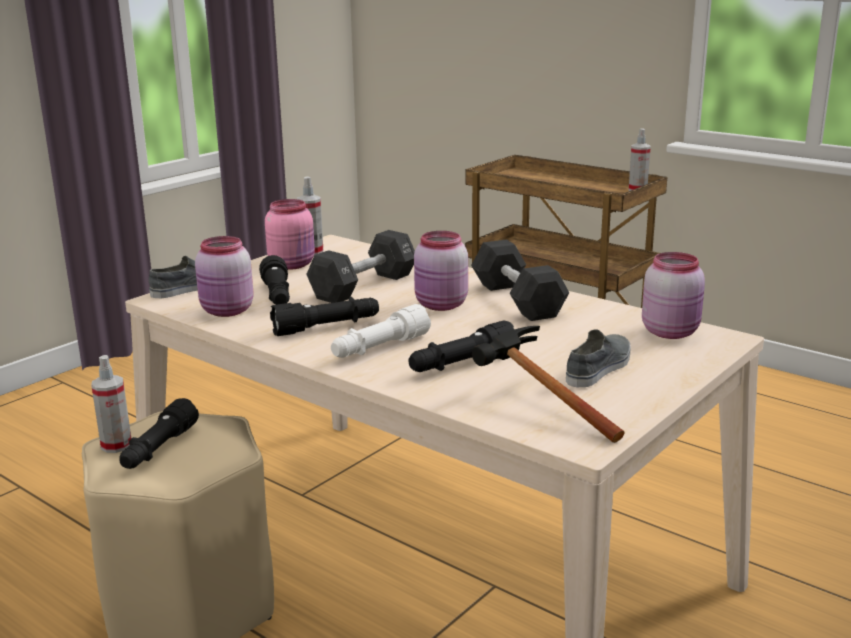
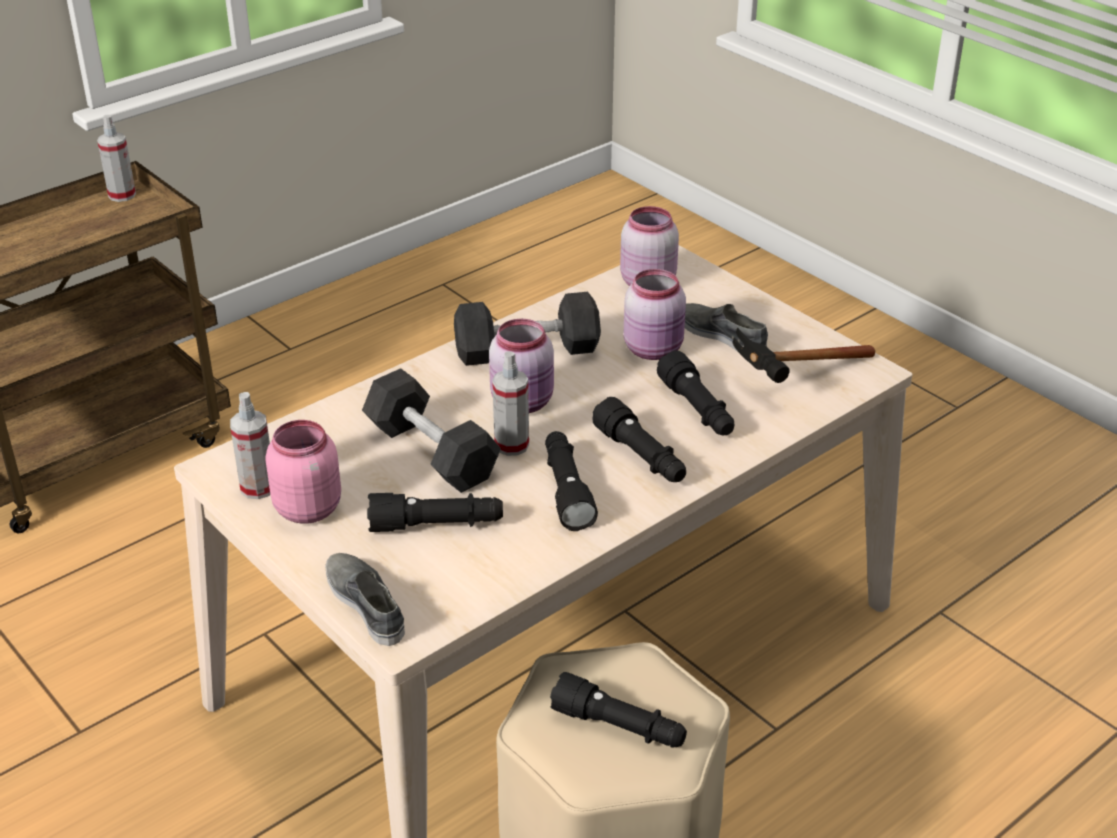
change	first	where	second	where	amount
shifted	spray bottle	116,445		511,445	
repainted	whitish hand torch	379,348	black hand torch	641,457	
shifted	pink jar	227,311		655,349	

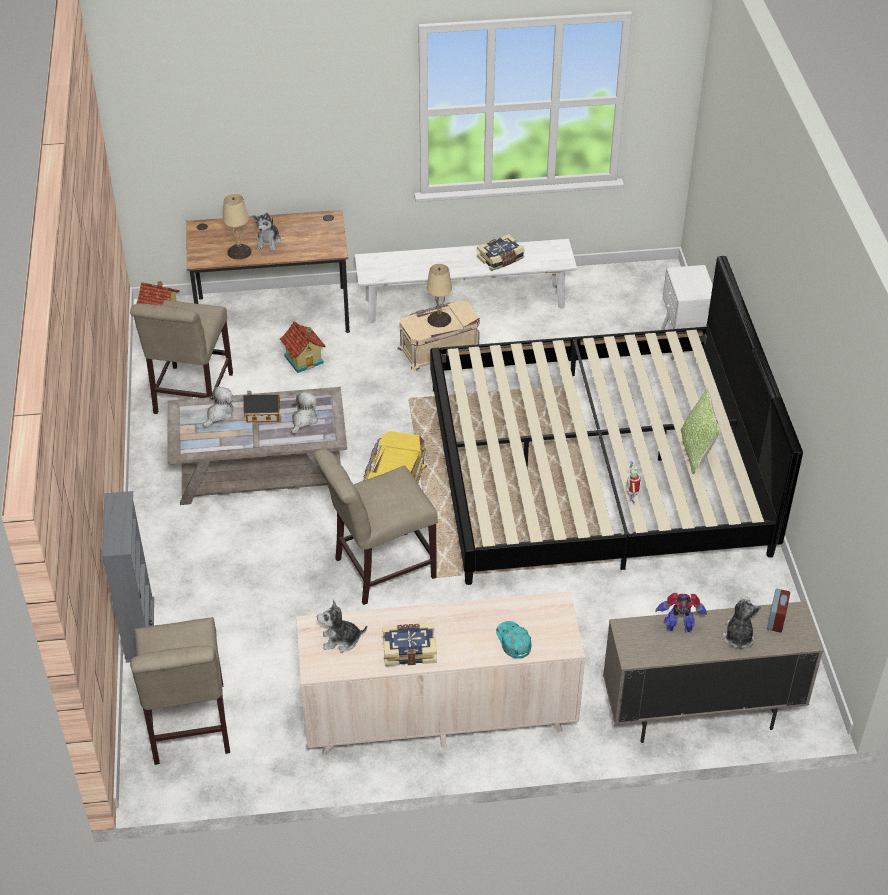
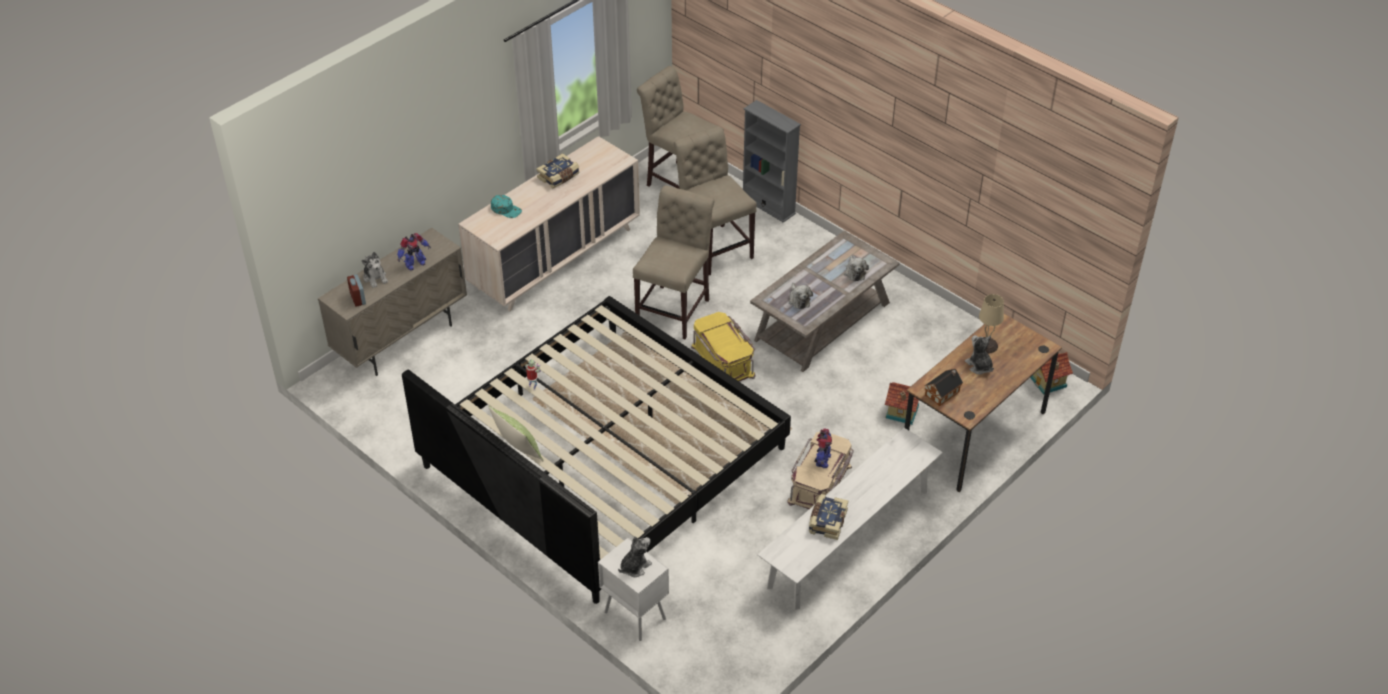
change	first	where	second	where	amount
shifted	plush toy	341,640		634,566	
shifted	beige chair	191,397		714,246	
swapped	beige lamp for a table	439,320	toy robot	822,460	
shifted	toy house	261,414		943,393	

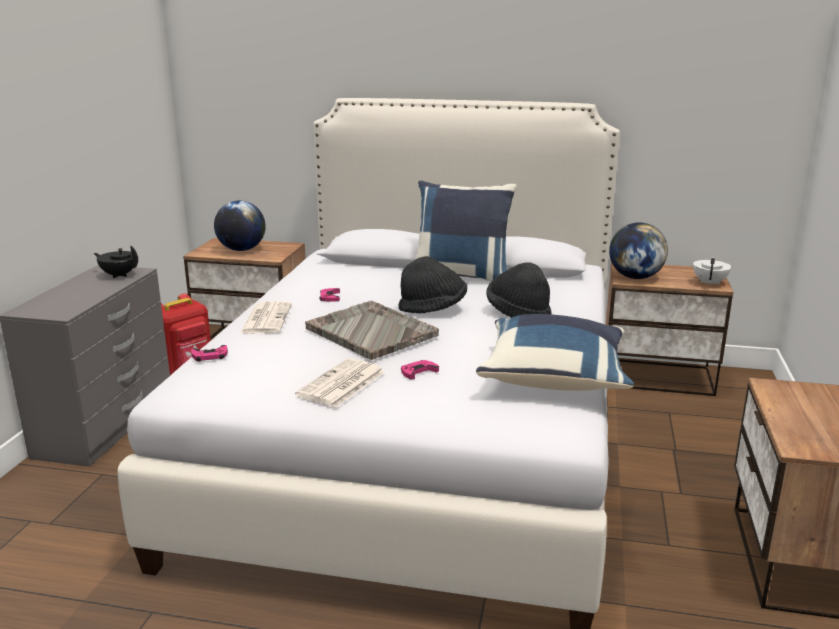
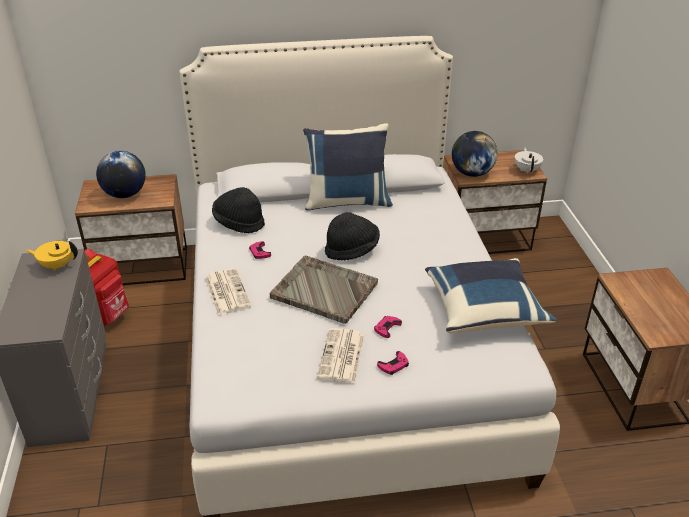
change	first	where	second	where	amount
repainted	black pot for tea	119,275	yellow pot for tea	56,265	
shifted	black hat	518,313		239,223	
shifted	pink game controller	210,356		393,365	

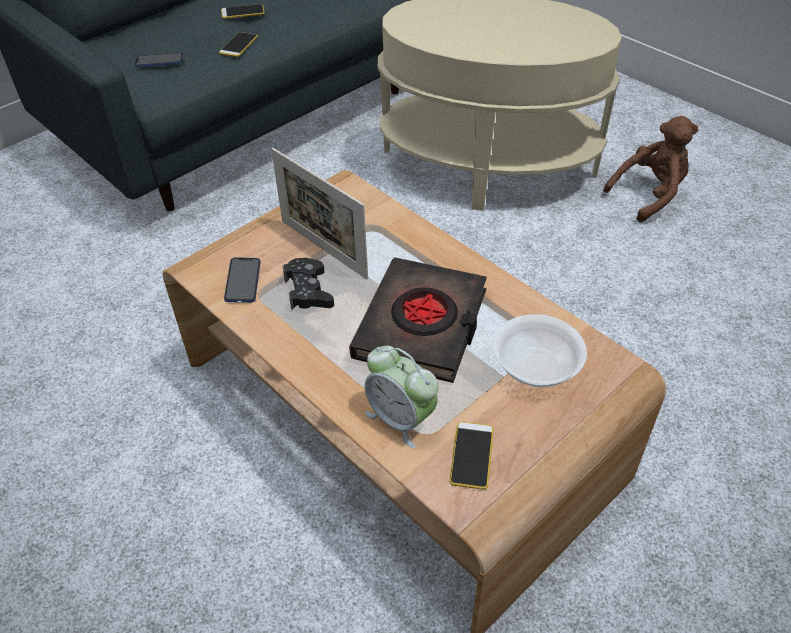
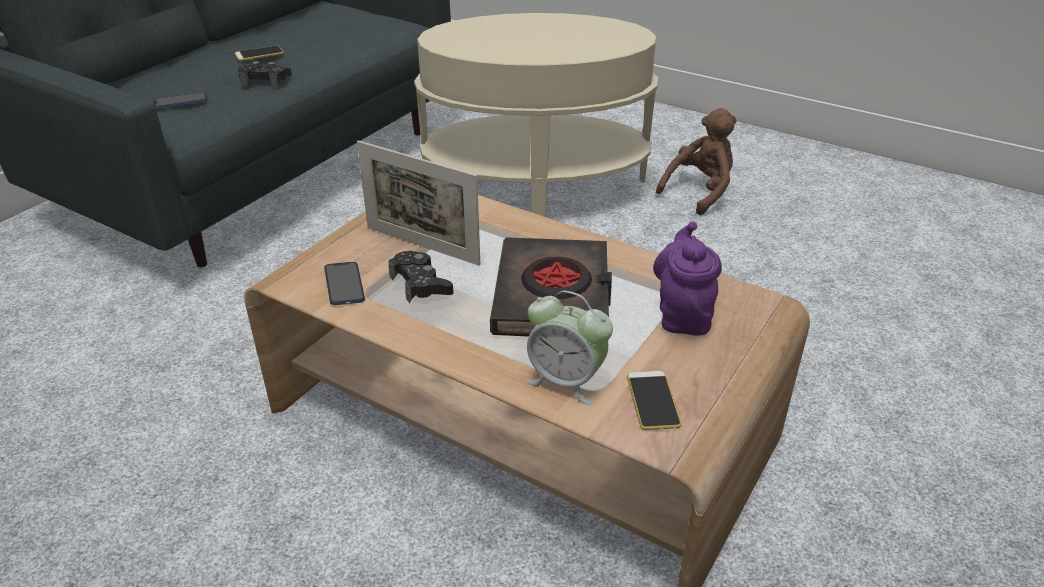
change	first	where	second	where	amount
swapped	handset	238,45	black game controller	265,81	
swapped	bowl	536,366	purplish pot for tea	683,314	

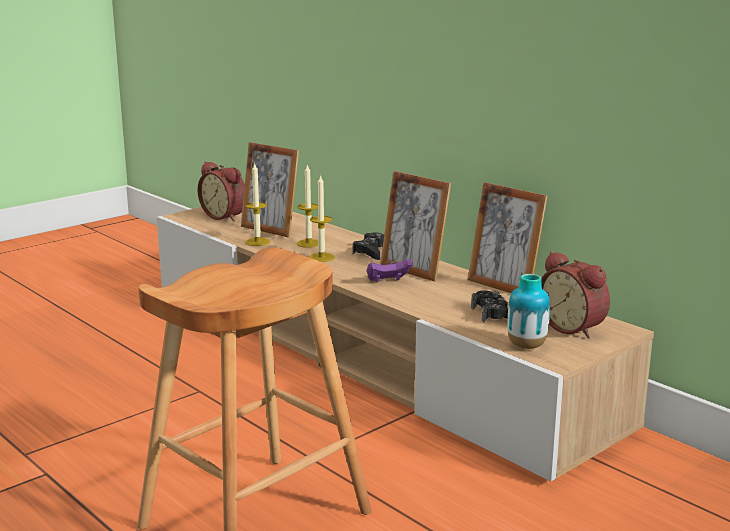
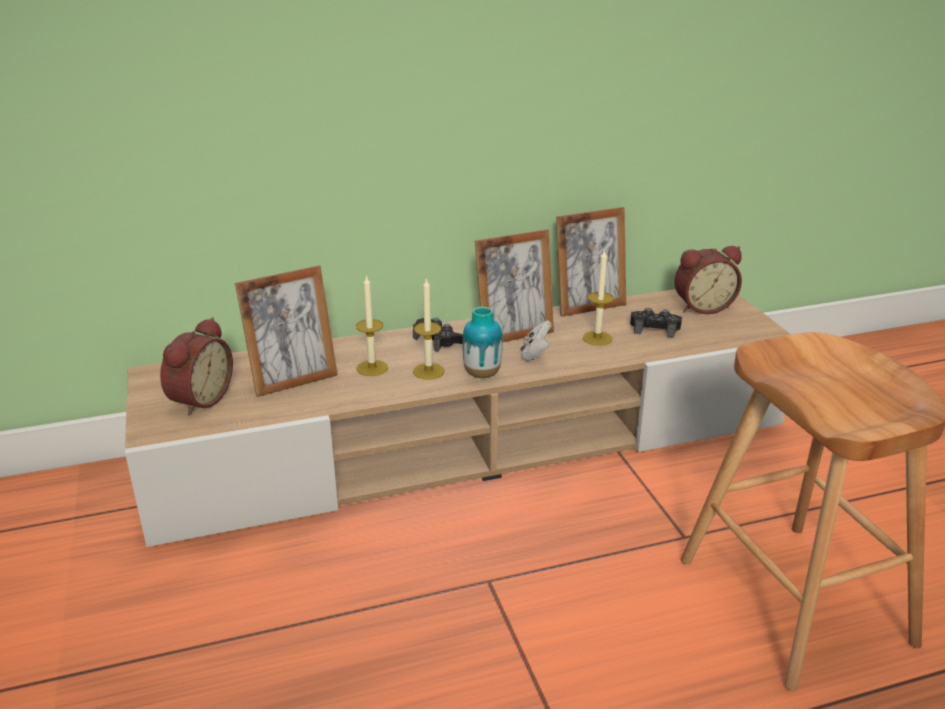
change	first	where	second	where	amount
rotated	alarm clock	225,216		198,399	45 degrees counterclockwise
shifted	vase	526,346		482,374	
repainted	purplish game controller	387,281	whitish game controller	535,354	
shifted	wax light	257,242		597,338	

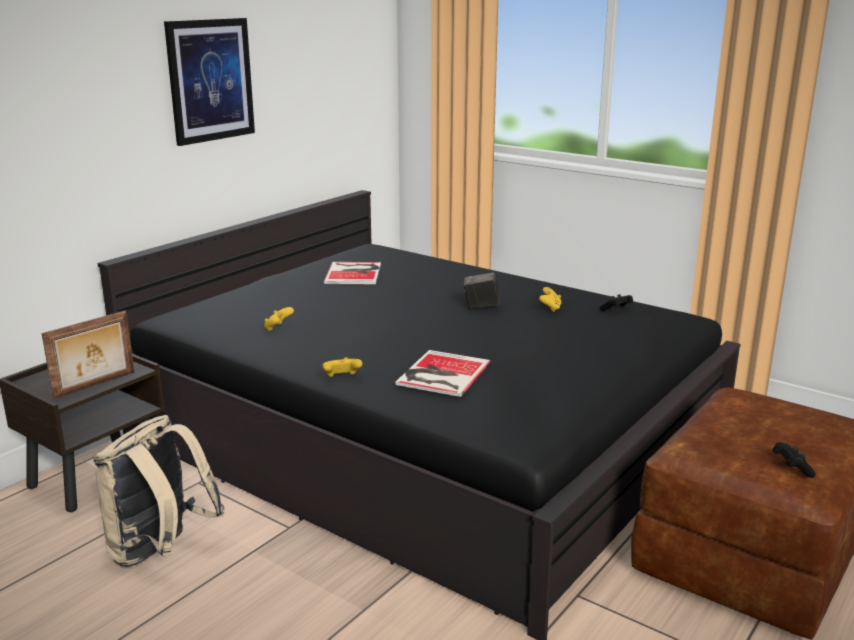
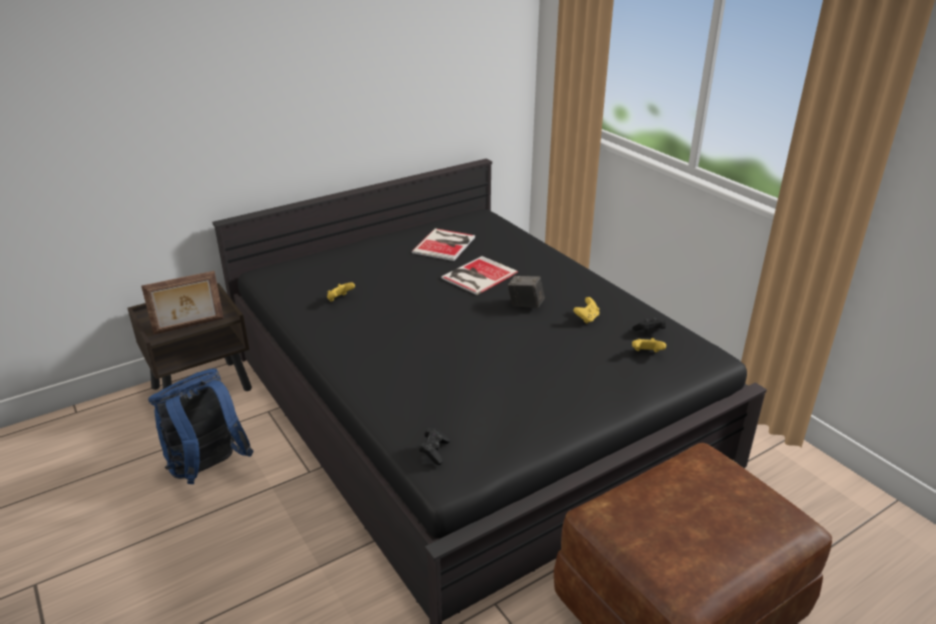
change	first	where	second	where	amount
repainted	beige knapsack	160,552	blue knapsack	208,470	
shifted	black game controller	791,467		434,451	
shifted	bound book	441,374		477,276	
shifted	yellow game controller	342,378		646,354	
gone	picture	210,80			

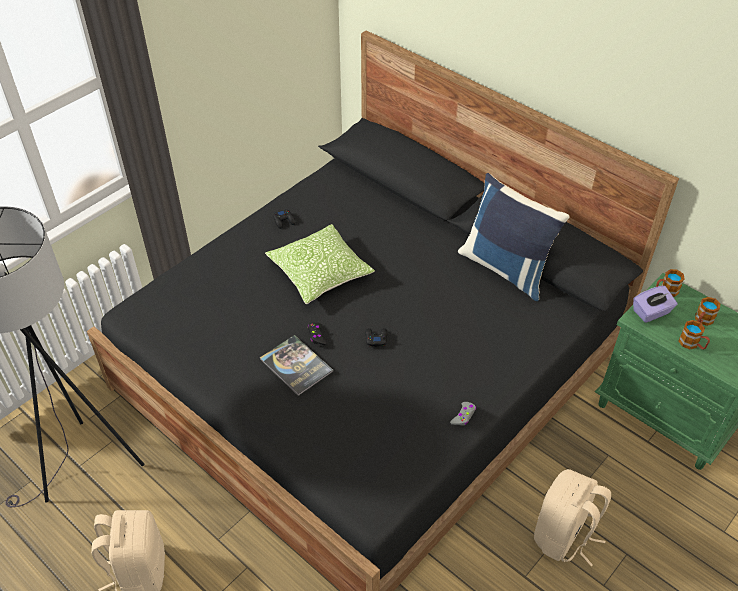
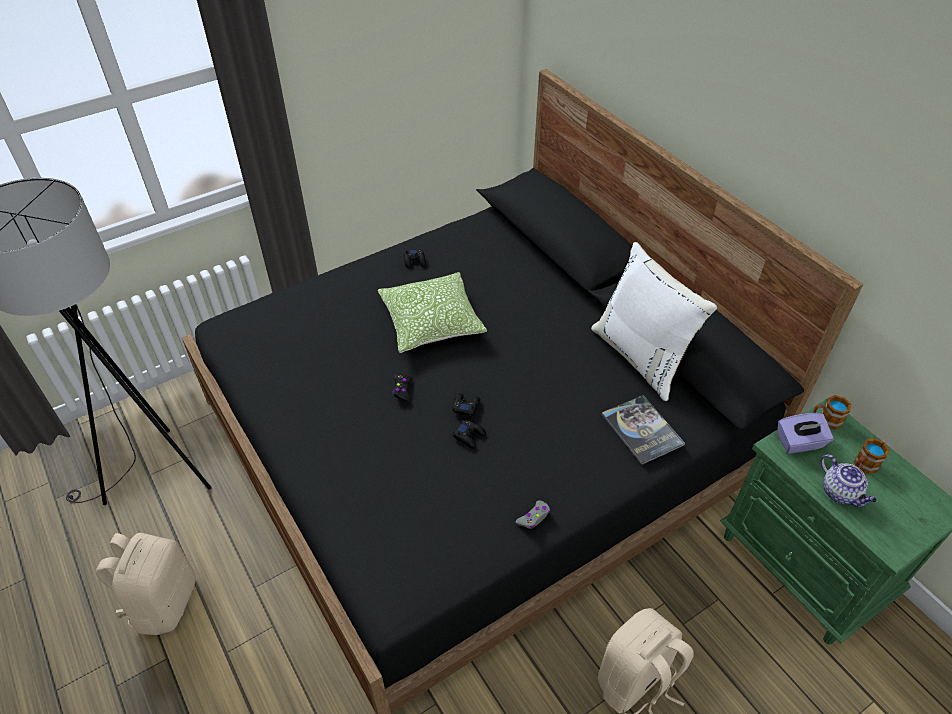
change	first	where	second	where	amount
new			black game controller	469,436	
repainted	blue cushion	506,268	whitish cushion	641,356	
shifted	bound book	296,365		642,430	
swapped	coffee mug	692,344	pot for tea	840,493	

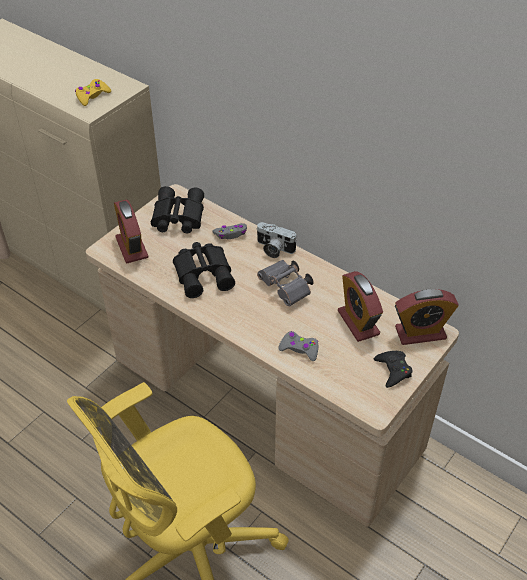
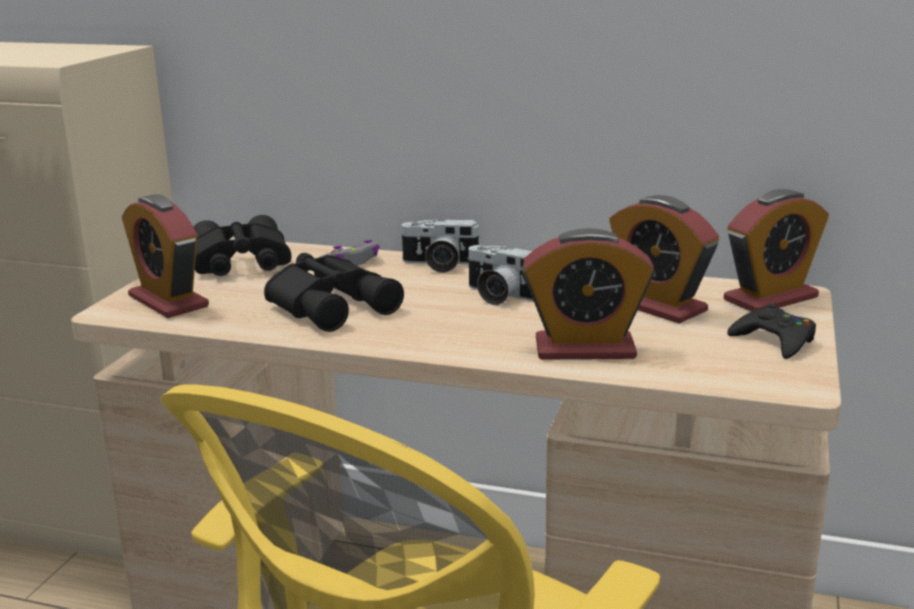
change	first	where	second	where	amount
swapped	greyish pair of binoculars	287,289	still camera	499,296	
swapped	greyish game controller	299,349	alarm clock	585,349	
gone	yellow game controller	92,96			

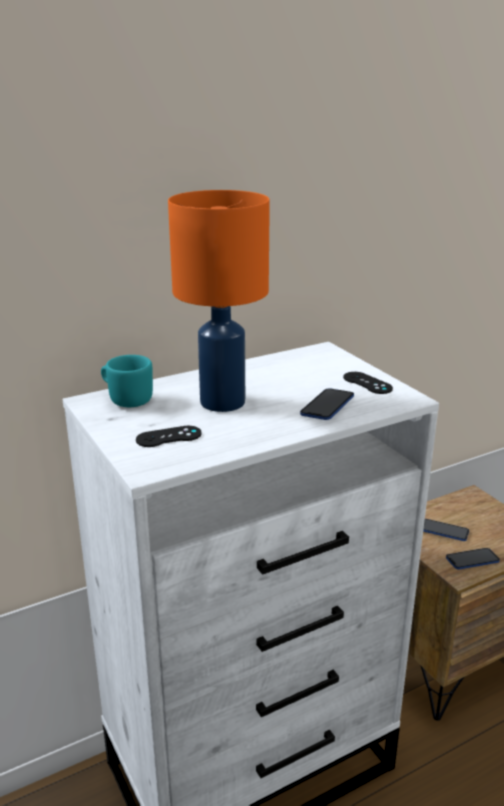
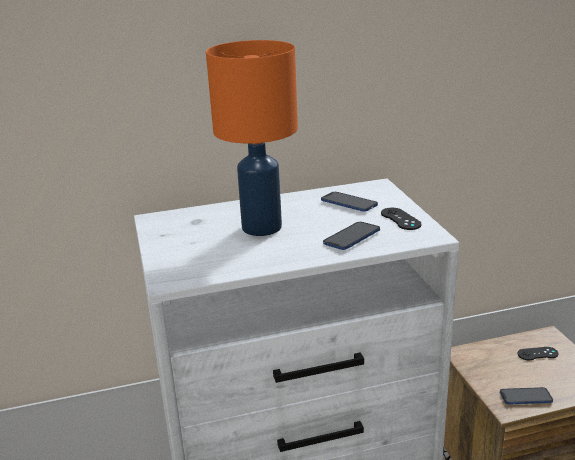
change	first	where	second	where	amount
shifted	handset	444,531		349,203	
shifted	black game controller	169,437		537,354	
gone	blue-green coffee mug	126,399			

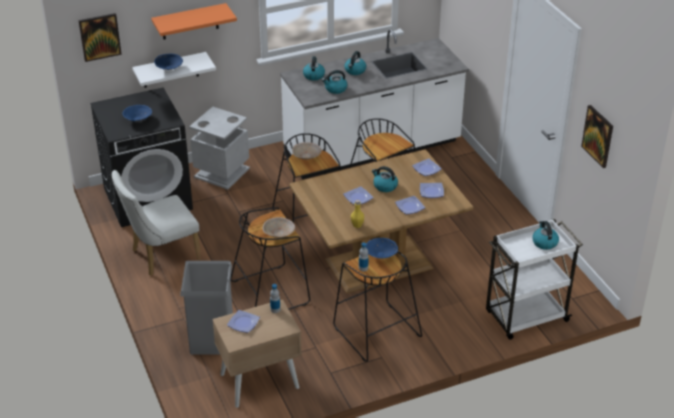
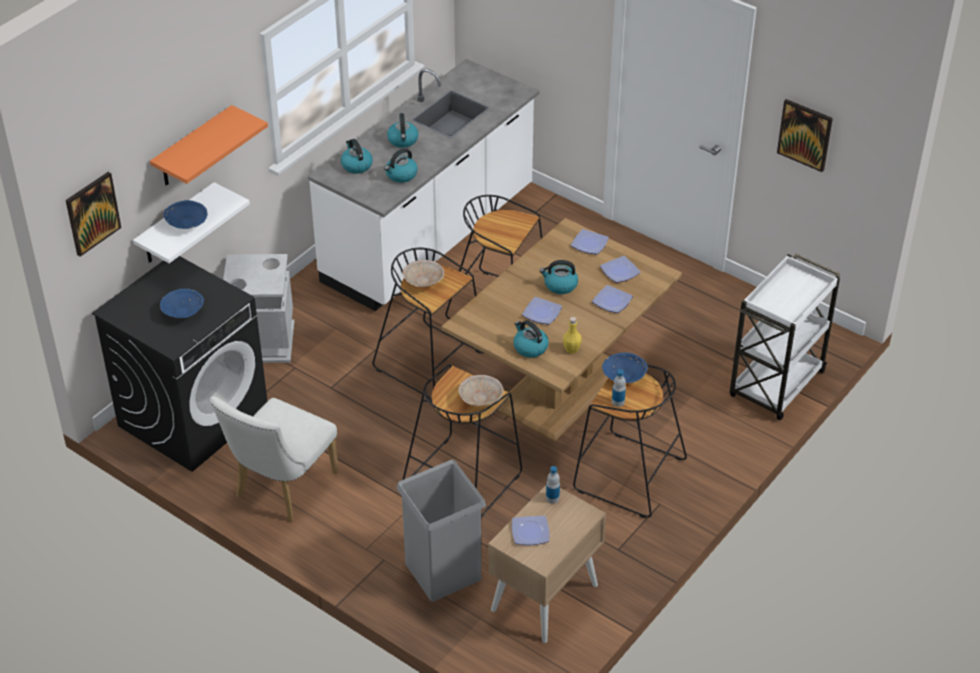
change	first	where	second	where	amount
shifted	water kettle	544,242		530,347	

